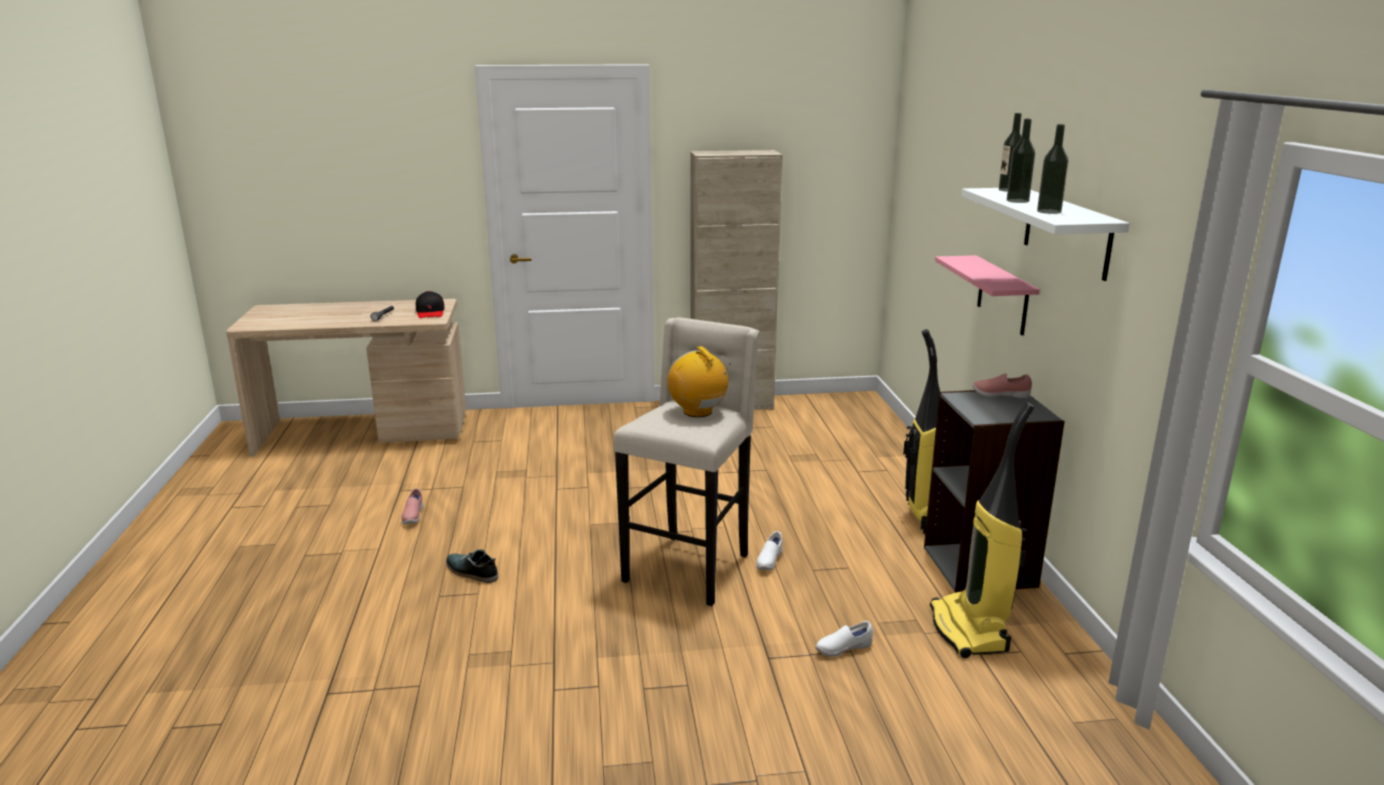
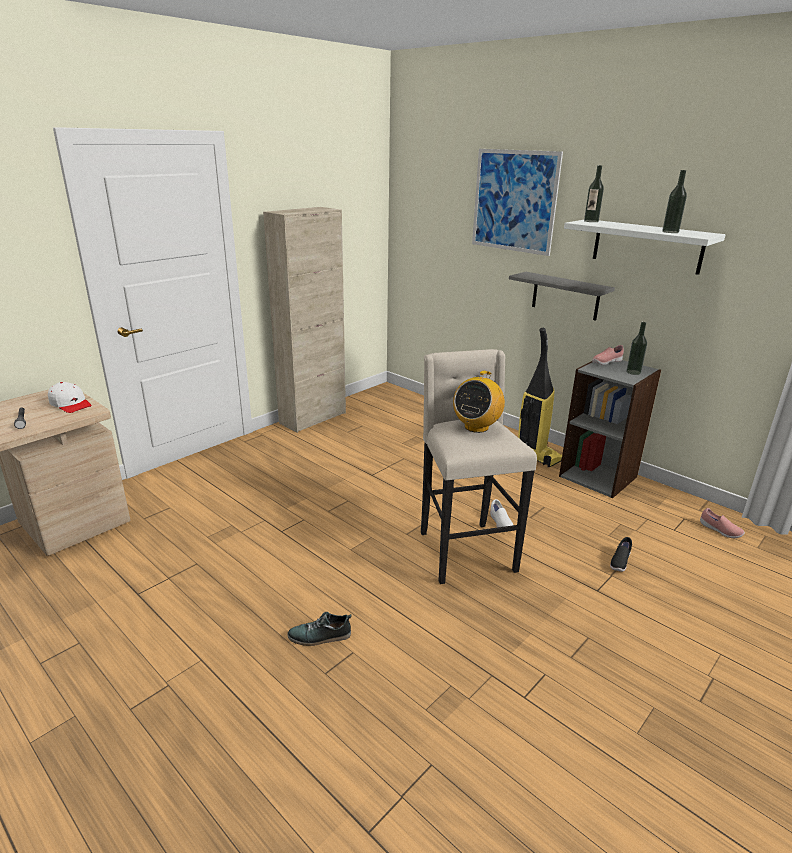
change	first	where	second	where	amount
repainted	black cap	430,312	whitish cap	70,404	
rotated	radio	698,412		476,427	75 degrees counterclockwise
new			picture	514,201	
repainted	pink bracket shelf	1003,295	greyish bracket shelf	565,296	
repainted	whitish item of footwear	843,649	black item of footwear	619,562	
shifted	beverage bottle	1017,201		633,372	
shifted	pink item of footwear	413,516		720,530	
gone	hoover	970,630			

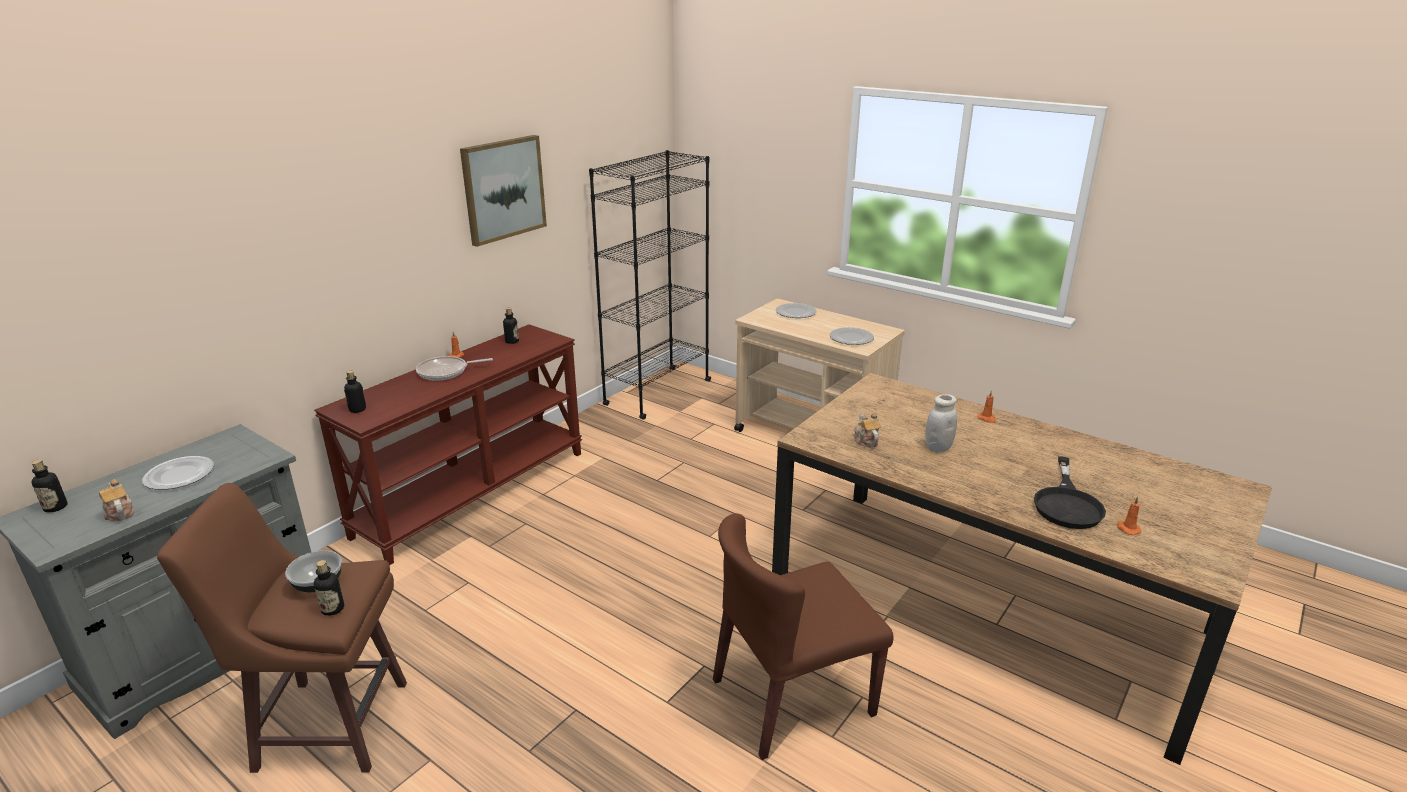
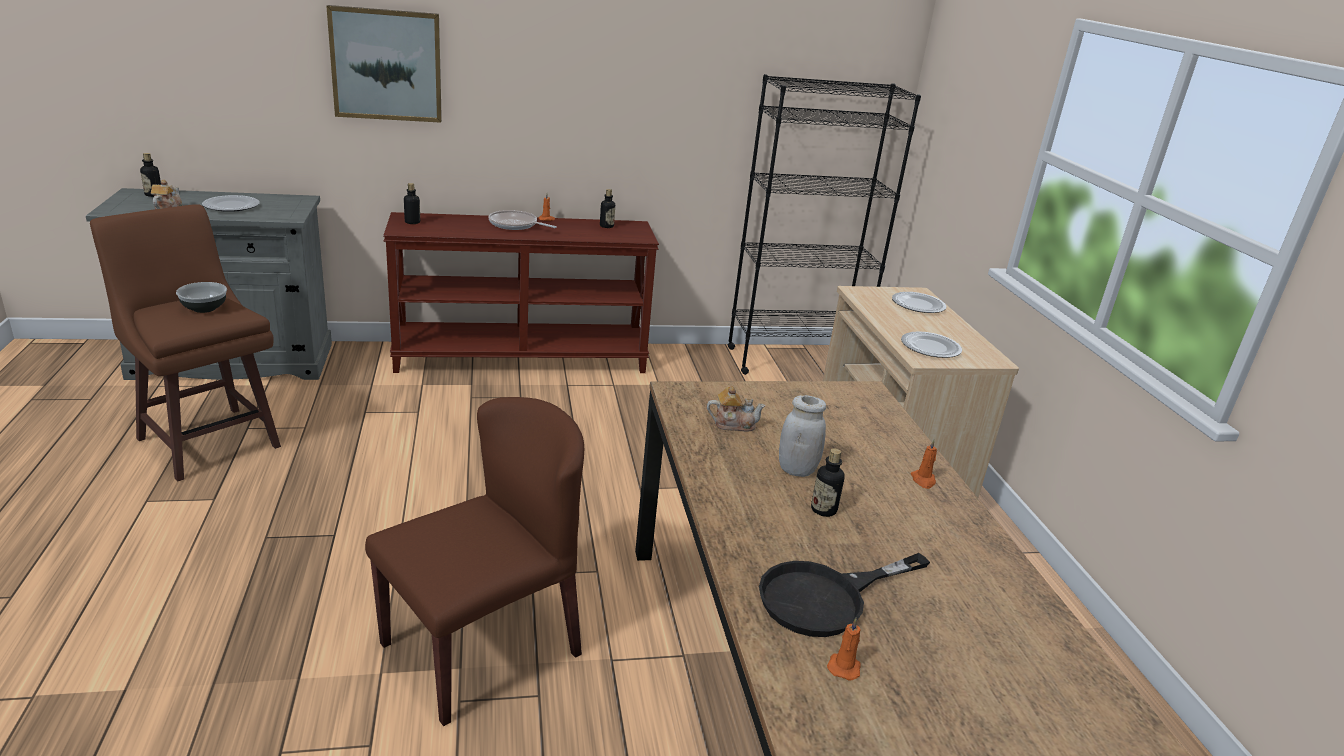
change	first	where	second	where	amount
shifted	picture	503,189		386,65	
rotated	brown chair	791,698		482,647	120 degrees clockwise
rotated	pot for tea	865,440		733,424	60 degrees clockwise
shifted	beverage bottle	332,609		823,510	

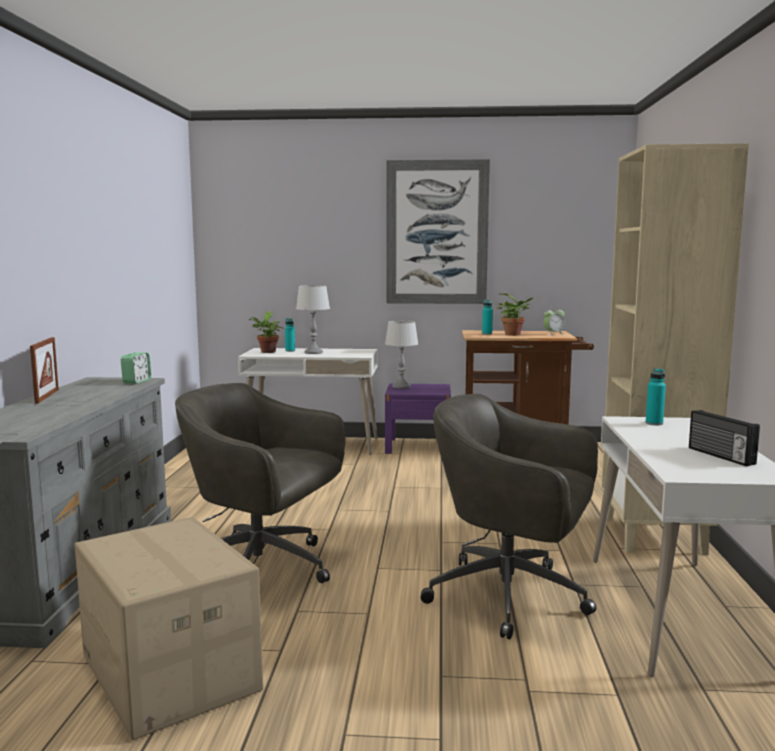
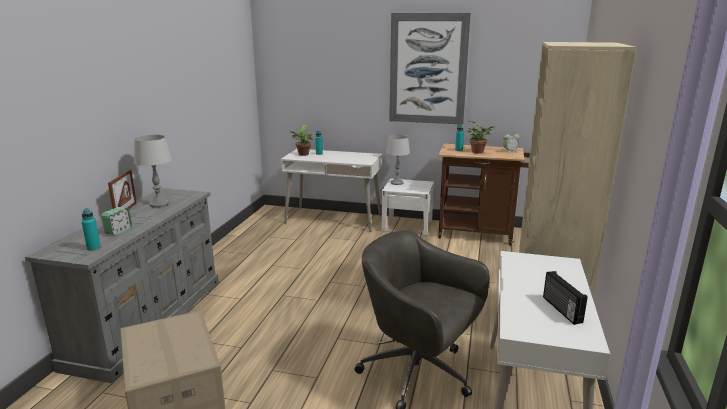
change	first	where	second	where	amount
shifted	blue-green beverage bottle	654,423		93,248	
shifted	alarm clock	136,381		118,231	
shifted	greyish lamp for a table	313,352		159,204	
repainted	purplish nightstand	418,446	whitish nightstand	407,225	
gone	greyish office chair	263,569			

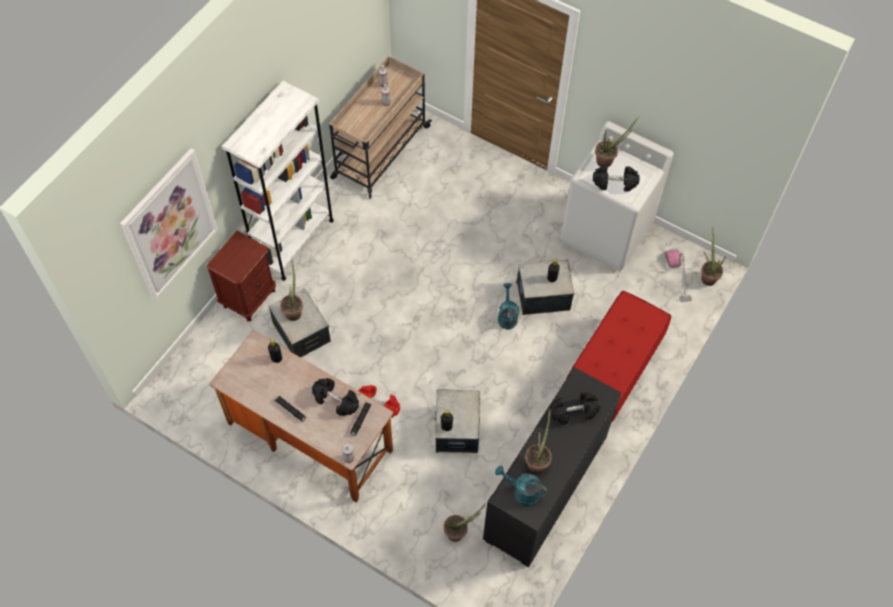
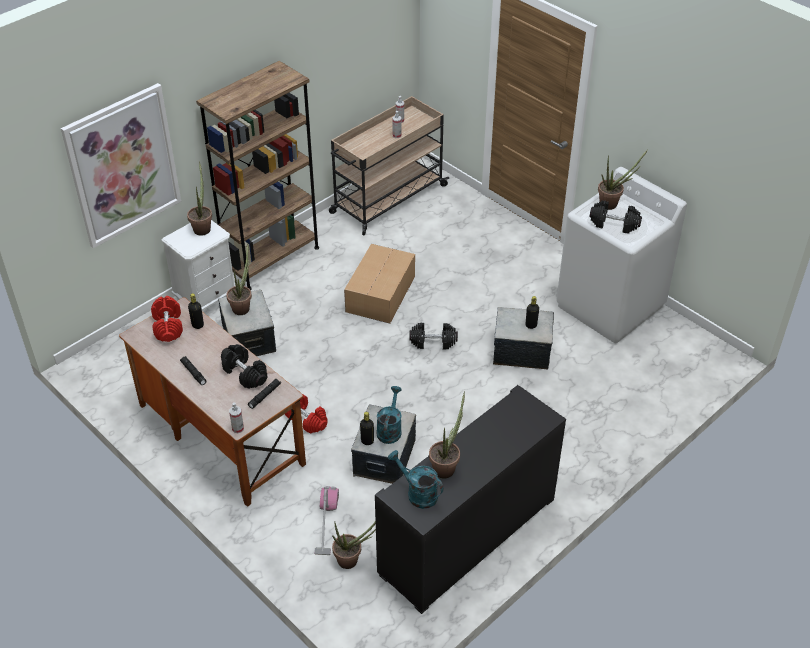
change	first	where	second	where	amount
new			red hand weight	168,326	
repainted	brown nightstand	249,298	whitish nightstand	207,299	
shifted	potted plant	707,276		202,227	
repainted	whitish bookcase	294,241	brown bookcase	271,259	
shifted	hoover	678,276		326,523	
new			packing box	381,293	
shifted	blue-green watering pot	507,316		390,429	
shifted	black hand weight	573,411		433,342	
gone	red indoor bench	612,371			

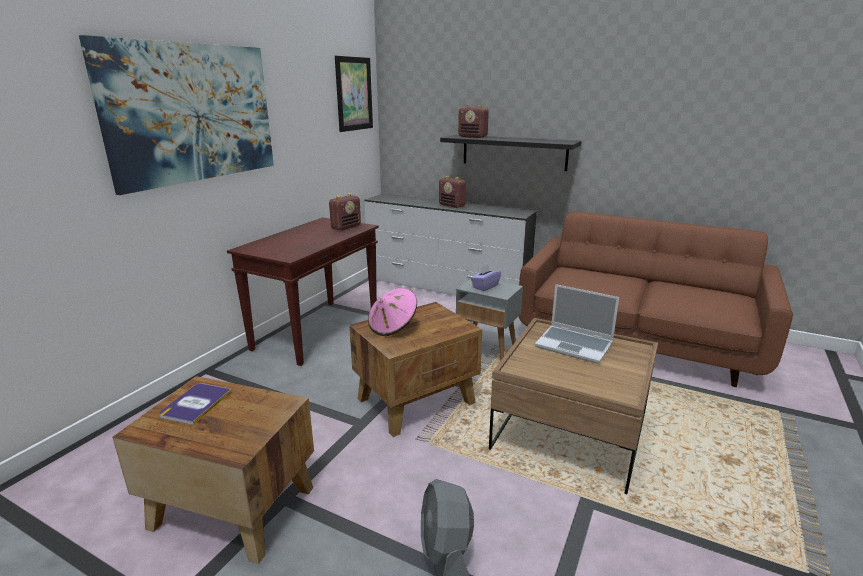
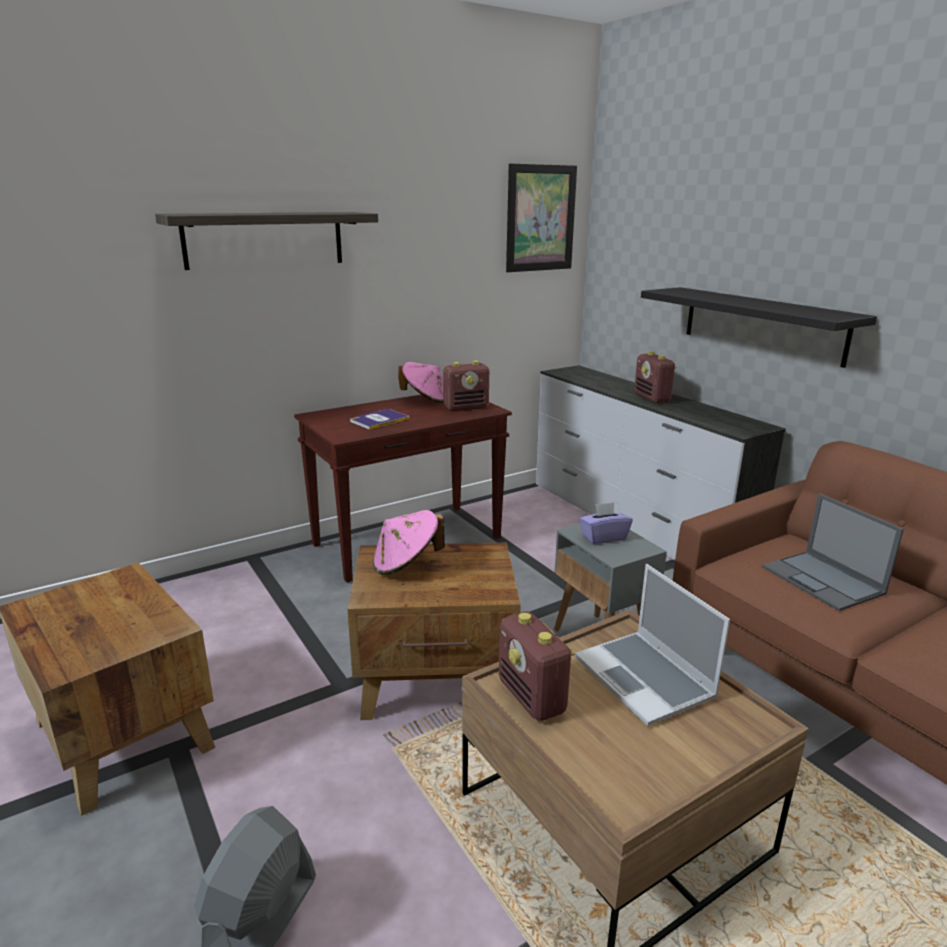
change	first	where	second	where	amount
swapped	picture	193,113	bracket shelf	264,239	
shifted	bound book	196,404		379,420	
new			pink hat	425,399	
shifted	radio	473,137		532,697	
new			laptop	823,581	

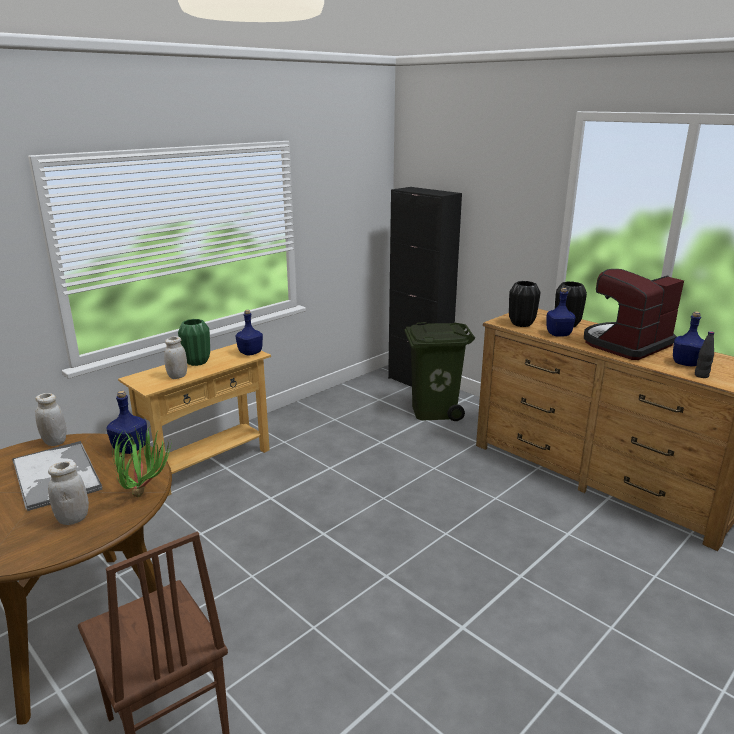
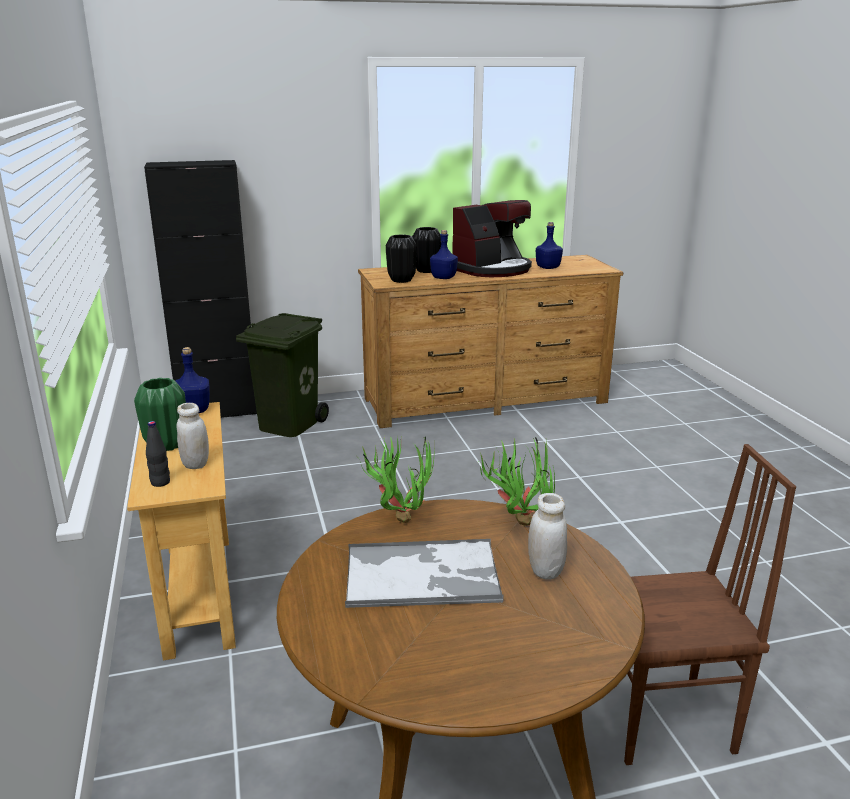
change	first	where	second	where	amount
shifted	black beverage bottle	701,375		160,482	
swapped	blue beverage bottle	131,449	potted plant	399,516	
rotated	coffee brewer	626,344		492,269	120 degrees counterclockwise
gone	whitish jar	55,442			

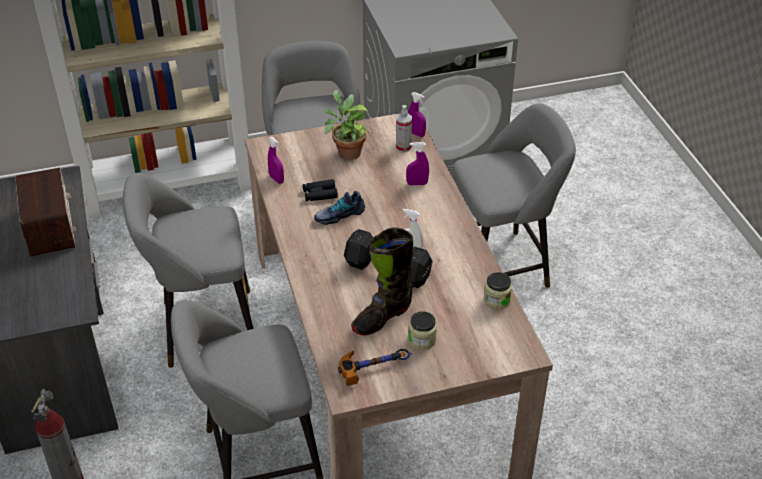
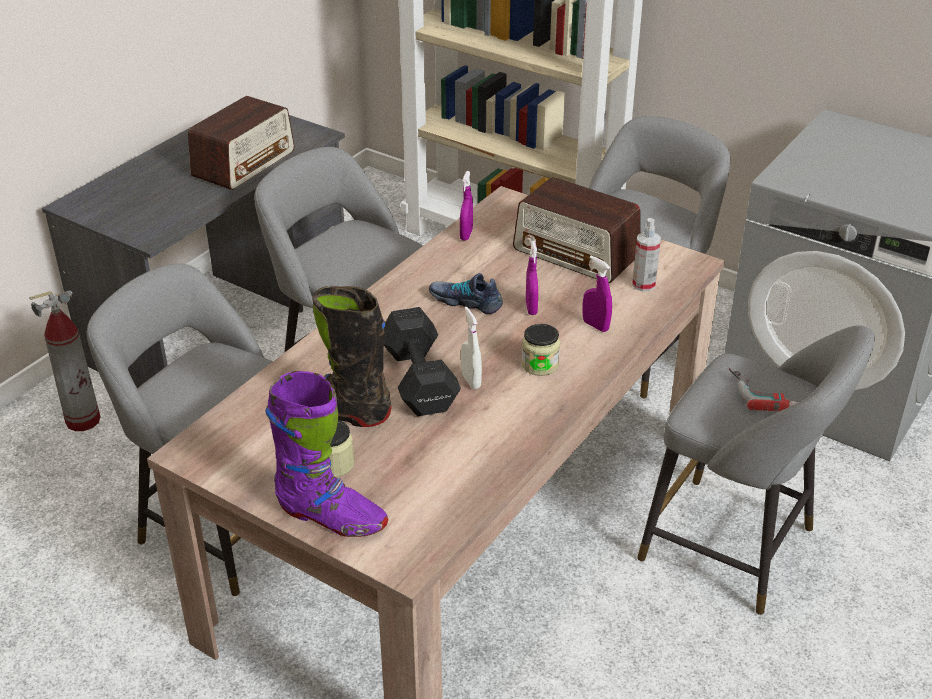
change	first	where	second	where	amount
new			purplish boot	331,517	
swapped	potted plant	347,152	radio	576,253	
shifted	jar	496,300		540,365	
shifted	purplish spray bottle	416,134		531,308	
new			electric drill	763,393	
gone	black pair of binoculars	320,194			
gone	tool hammer	375,367			

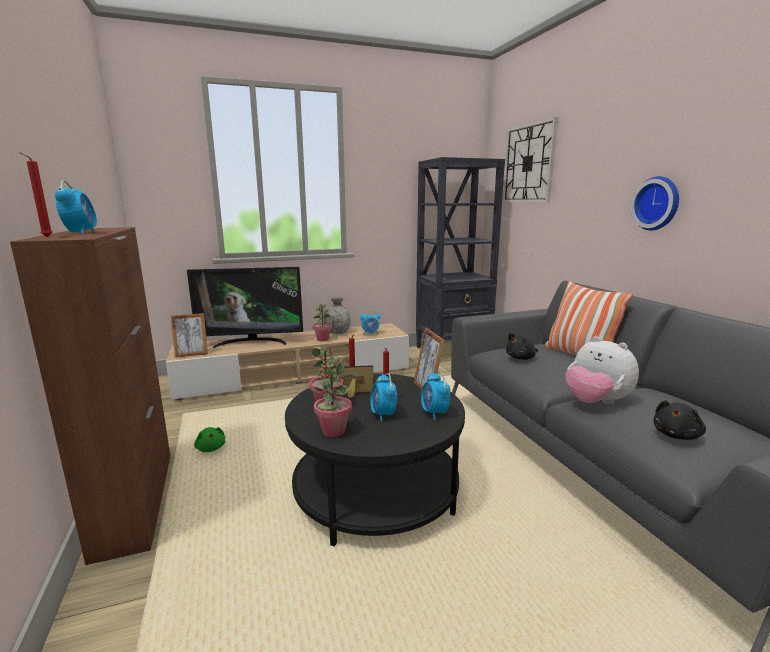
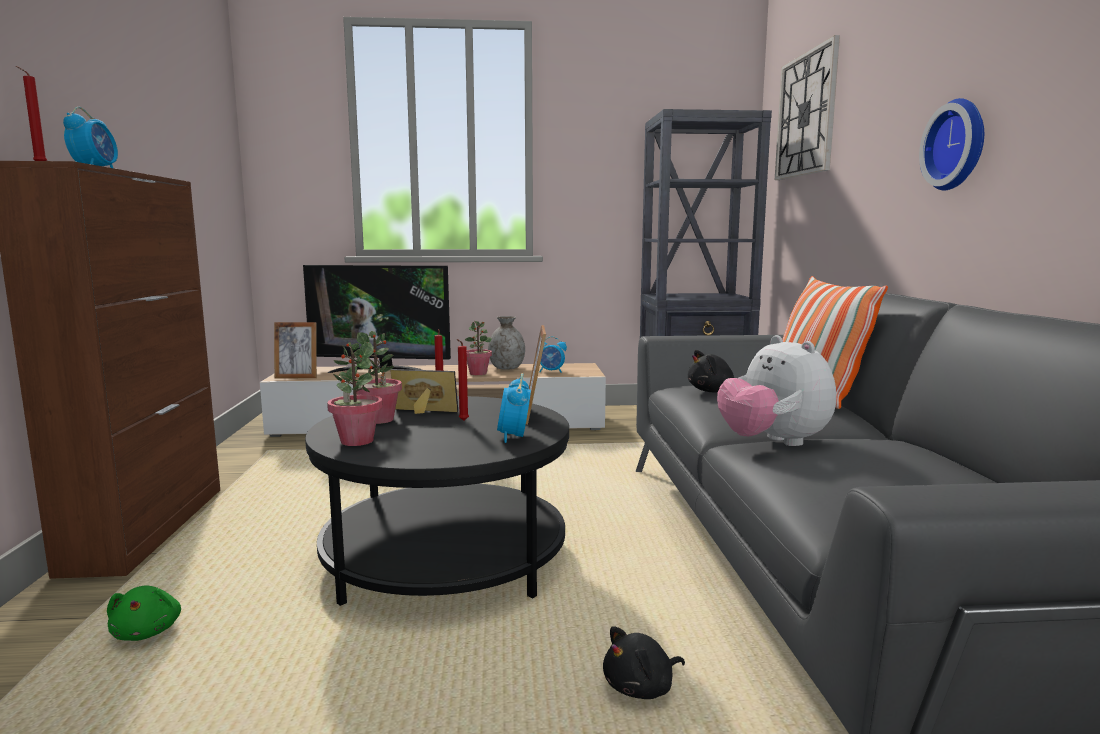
change	first	where	second	where	amount
shifted	green plush toy	211,448		148,632	
shifted	black plush toy	677,435		641,688	
gone	alarm clock	383,415			

